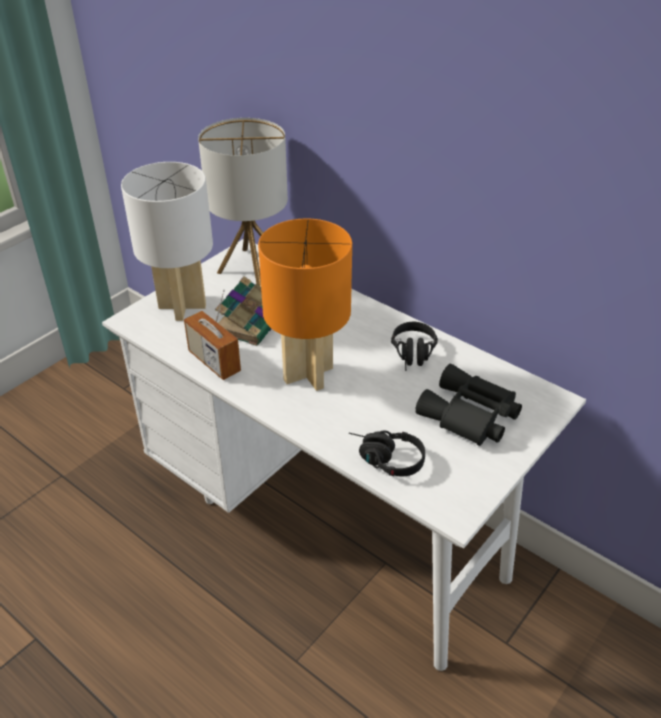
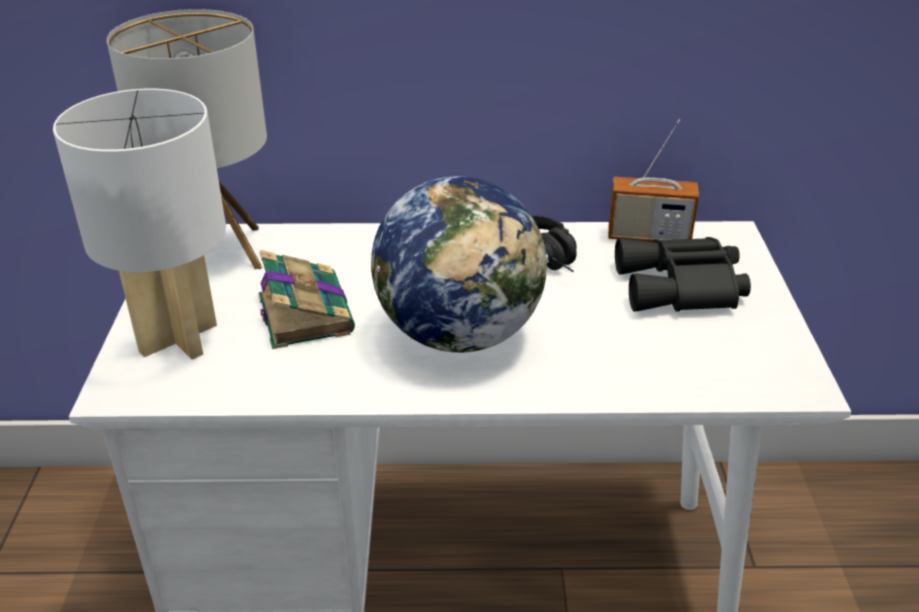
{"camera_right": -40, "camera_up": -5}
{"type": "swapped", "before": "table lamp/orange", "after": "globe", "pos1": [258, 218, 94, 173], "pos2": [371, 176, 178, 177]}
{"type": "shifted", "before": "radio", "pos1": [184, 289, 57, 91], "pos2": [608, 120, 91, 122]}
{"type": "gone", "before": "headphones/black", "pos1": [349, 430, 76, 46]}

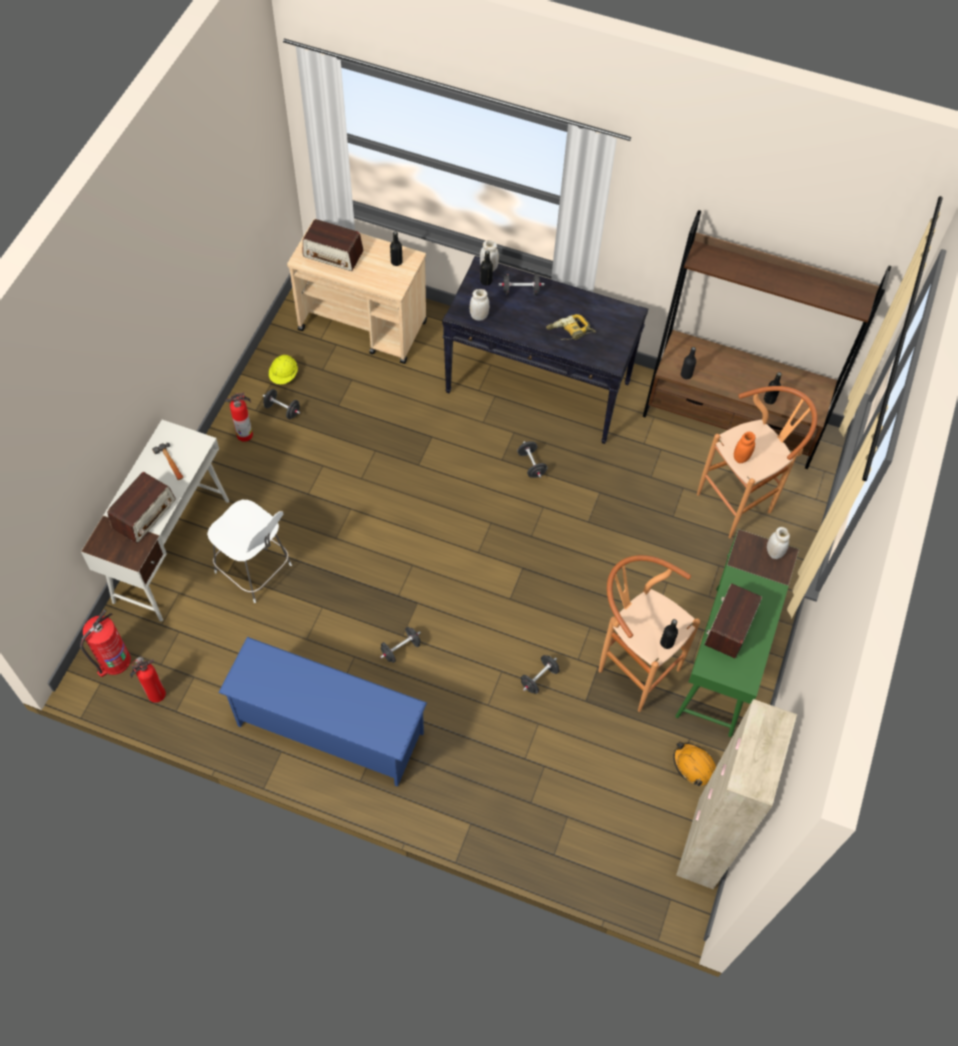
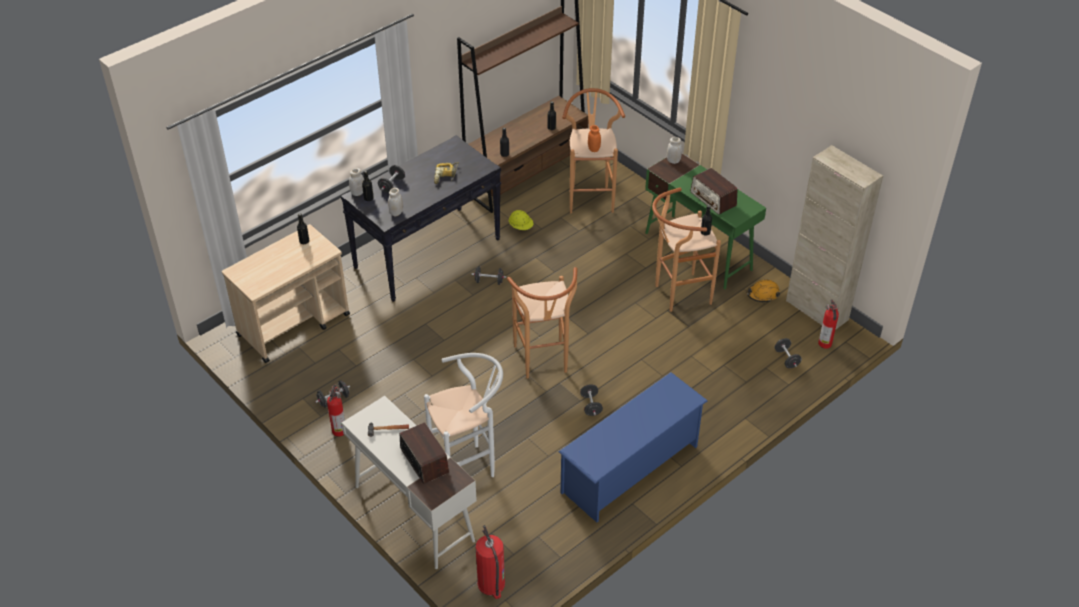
{"camera_right": -60, "camera_up": -15}
{"type": "gone", "before": "radio", "pos1": [303, 219, 60, 52]}
{"type": "shifted", "before": "hard hat/yellow", "pos1": [269, 355, 29, 30], "pos2": [509, 210, 24, 20]}
{"type": "swapped", "before": "chair/white", "after": "stool/white", "pos1": [207, 500, 85, 103], "pos2": [424, 353, 79, 124]}
{"type": "shifted", "before": "dumbbell/black", "pos1": [521, 655, 38, 39], "pos2": [774, 338, 28, 30]}
{"type": "shifted", "before": "fire extinguisher", "pos1": [130, 657, 36, 46], "pos2": [818, 300, 21, 49]}
{"type": "new", "after": "stool/brown", "pos2": [507, 267, 70, 112]}

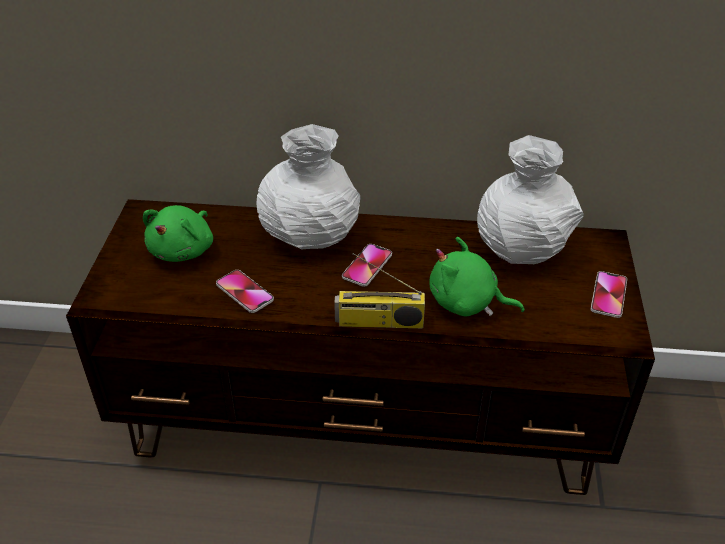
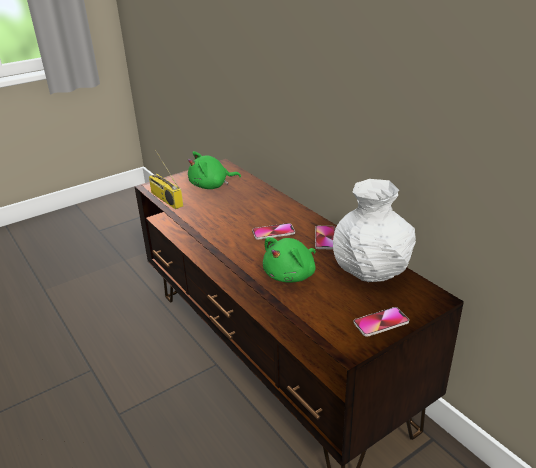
{"camera_right": 50, "camera_up": -10}
{"type": "gone", "before": "vase/white", "pos1": [257, 124, 103, 125]}
{"type": "rotated", "before": "plush toy/green", "pos1": [429, 237, 95, 80], "pos2": [263, 237, 53, 46], "turn": -120}
{"type": "shifted", "before": "radio", "pos1": [334, 253, 91, 75], "pos2": [149, 149, 34, 60]}
{"type": "shifted", "before": "phone", "pos1": [216, 270, 58, 43], "pos2": [315, 226, 20, 23]}

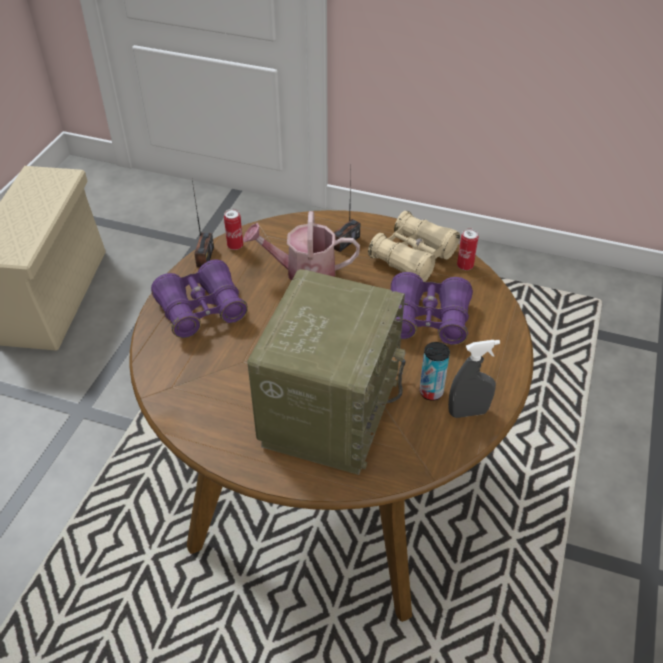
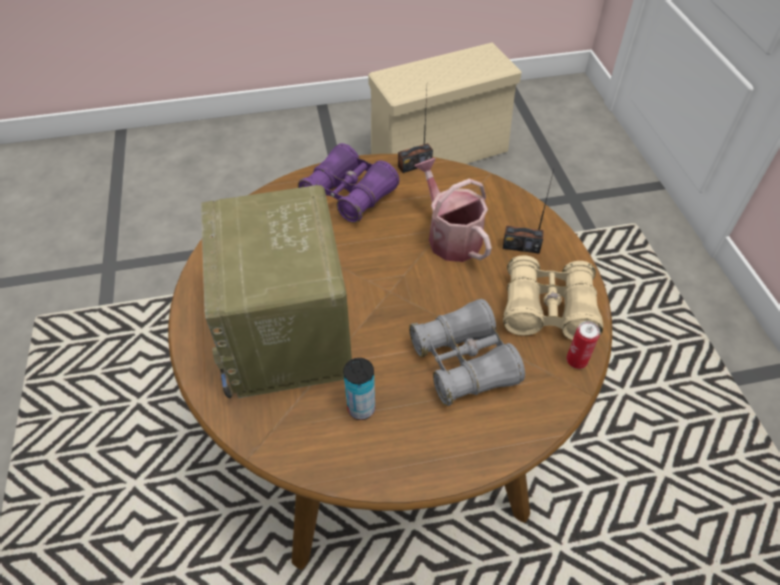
{"camera_right": 60, "camera_up": 5}
{"type": "gone", "before": "can", "pos1": [224, 209, 19, 41]}
{"type": "rotated", "before": "radio", "pos1": [247, 269, 159, 206], "pos2": [201, 185, 151, 213], "turn": 90}
{"type": "repainted", "before": "binoculars/purple", "after": "binoculars/grey", "pos1": [391, 272, 82, 73], "pos2": [409, 299, 116, 107]}
{"type": "gone", "before": "spray bottle/grey", "pos1": [448, 340, 52, 78]}

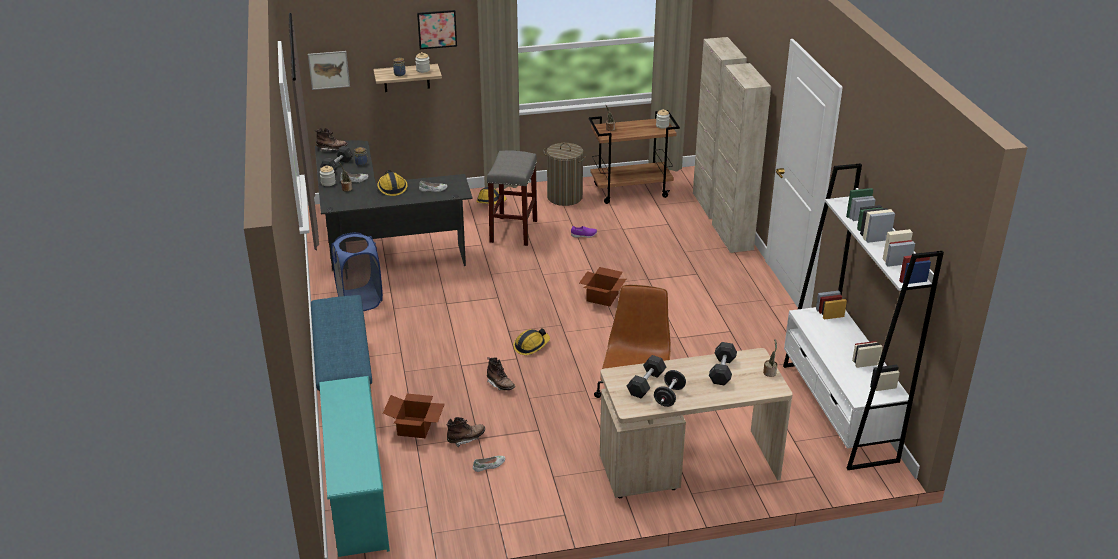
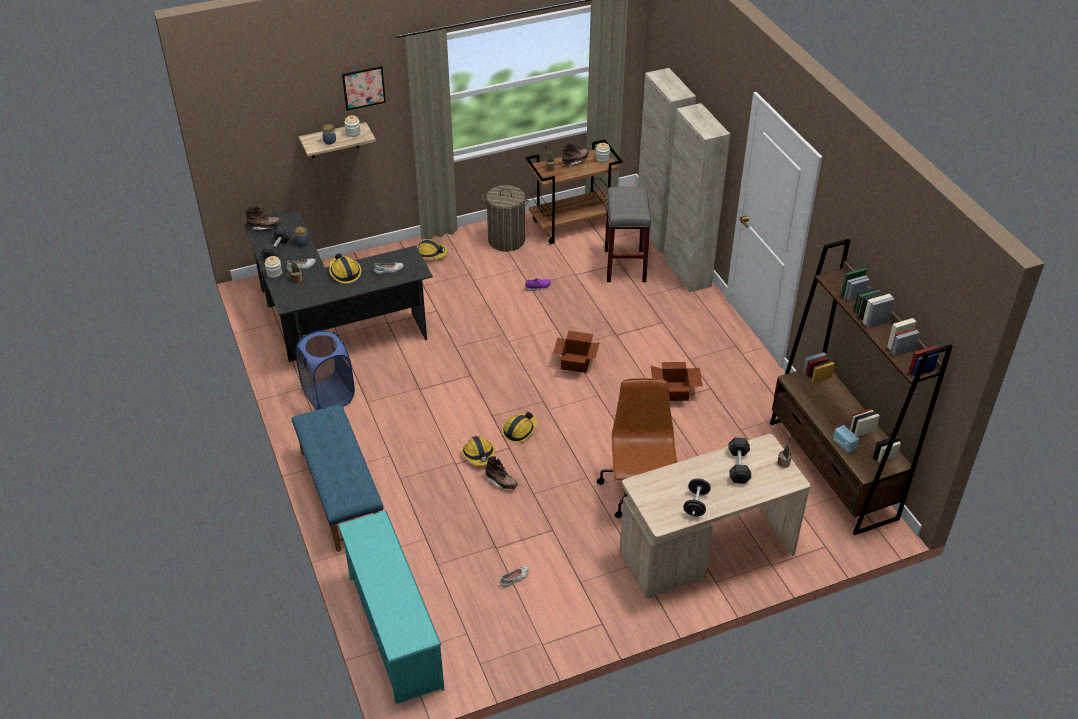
{"camera_right": -10, "camera_up": 10}
{"type": "gone", "before": "picture", "pos1": [308, 51, 42, 39]}
{"type": "shifted", "before": "stool/grey", "pos1": [487, 150, 50, 96], "pos2": [605, 186, 46, 96]}
{"type": "repainted", "before": "bookcase/white", "after": "bookcase/brown", "pos1": [783, 163, 161, 307], "pos2": [770, 239, 183, 296]}
{"type": "gone", "before": "dumbbell/grey", "pos1": [627, 355, 39, 43]}
{"type": "shifted", "before": "cardboard box", "pos1": [383, 393, 62, 45], "pos2": [651, 362, 52, 39]}
{"type": "shifted", "before": "boot/brown", "pos1": [446, 417, 39, 30], "pos2": [562, 143, 27, 24]}
{"type": "new", "after": "radio", "pos2": [833, 425, 26, 28]}
{"type": "new", "after": "hard hat", "pos2": [461, 436, 34, 30]}

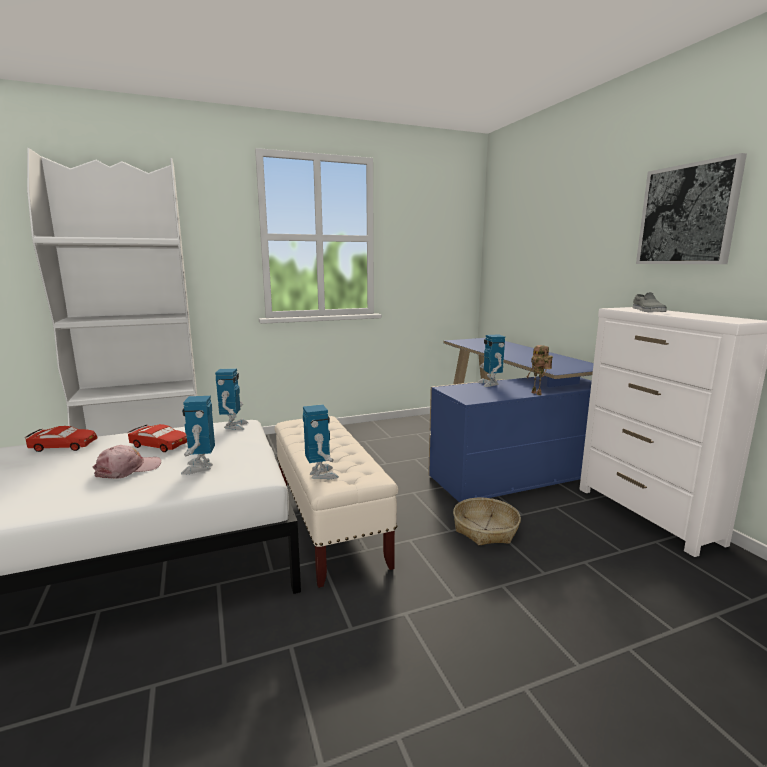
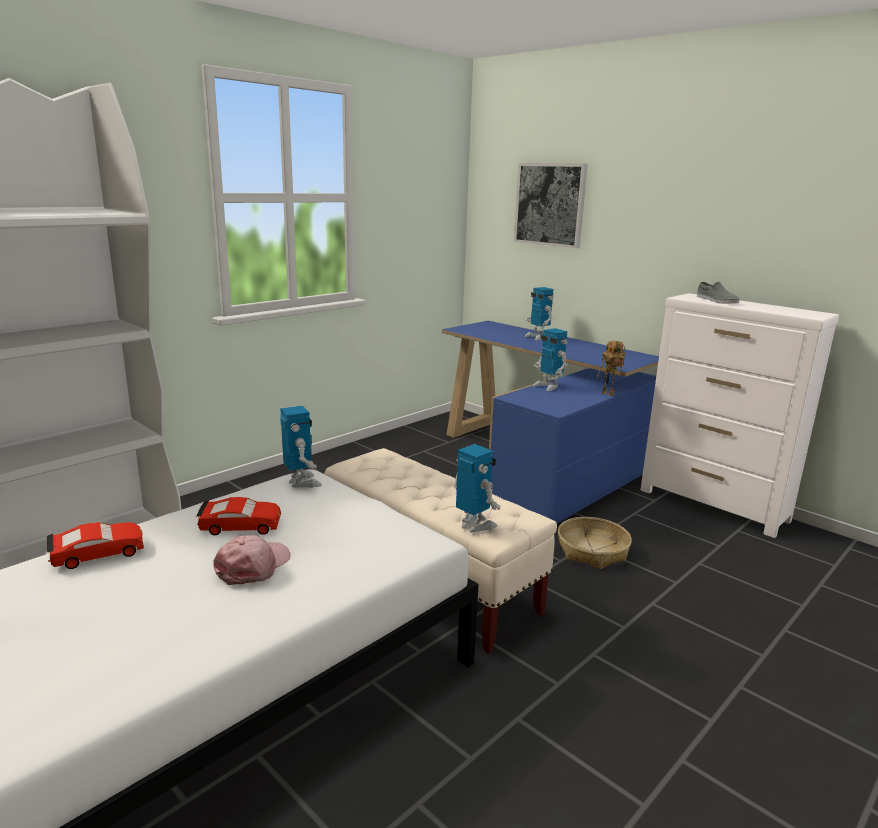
{"camera_right": -25, "camera_up": 5}
{"type": "shifted", "before": "picture", "pos1": [636, 153, 111, 111], "pos2": [514, 163, 74, 85]}
{"type": "shifted", "before": "toy robot", "pos1": [181, 396, 34, 79], "pos2": [524, 287, 30, 53]}

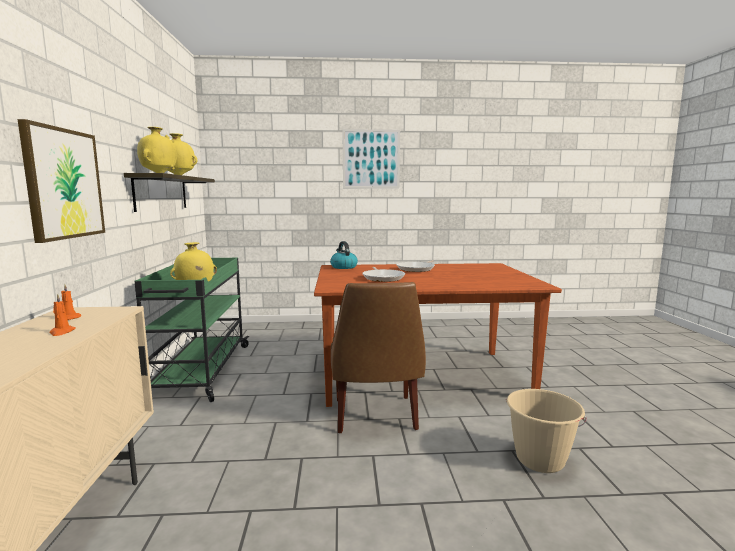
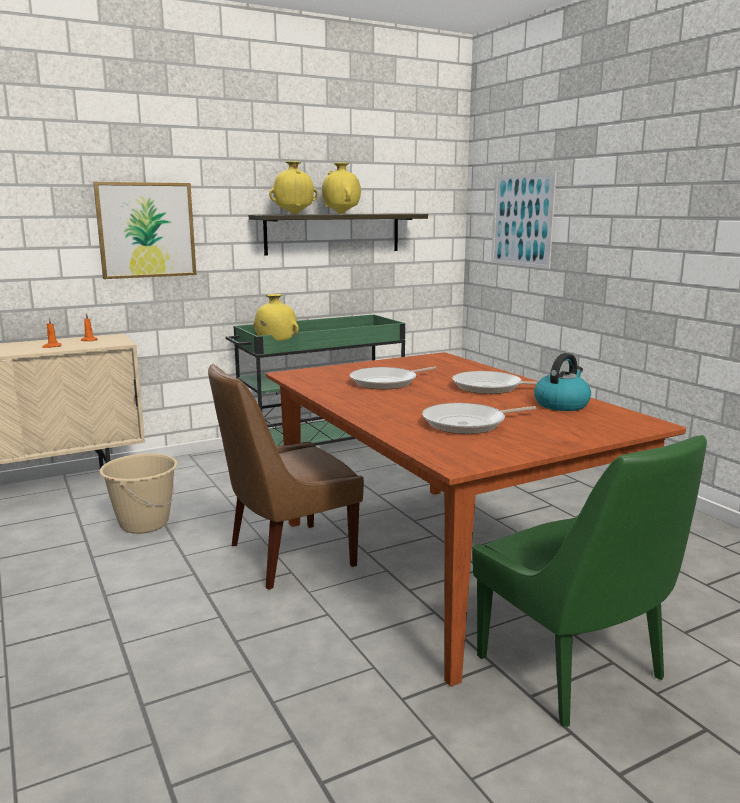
{"camera_right": 65, "camera_up": 5}
{"type": "shifted", "before": "picture", "pos1": [342, 129, 58, 59], "pos2": [491, 172, 66, 97]}
{"type": "shifted", "before": "kettle", "pos1": [330, 241, 28, 28], "pos2": [534, 353, 57, 58]}
{"type": "shifted", "before": "bucket/beige", "pos1": [506, 389, 81, 84], "pos2": [99, 454, 79, 80]}
{"type": "new", "after": "frying pan", "pos2": [422, 403, 114, 31]}
{"type": "new", "after": "chair/green", "pos2": [472, 435, 235, 292]}

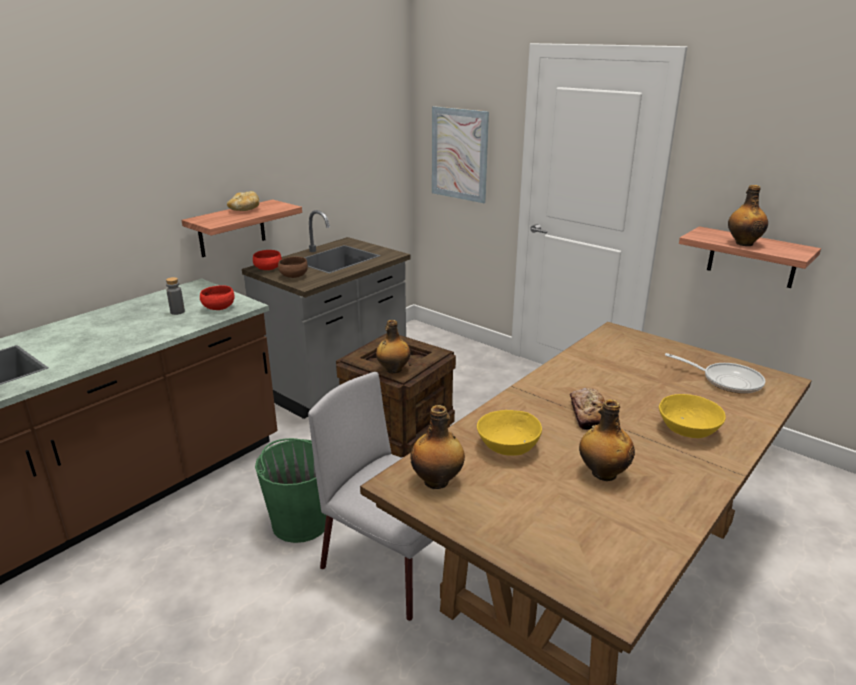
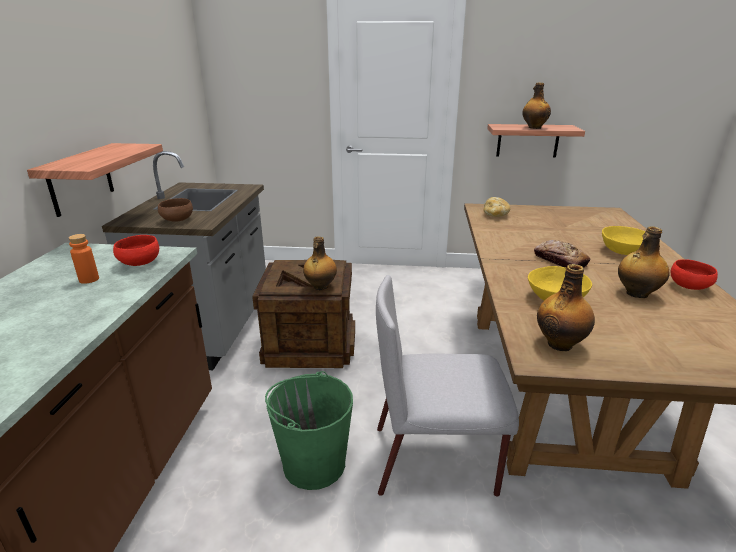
{"camera_right": -35, "camera_up": 0}
{"type": "gone", "before": "picture", "pos1": [432, 106, 57, 97]}
{"type": "shifted", "before": "bread", "pos1": [227, 191, 32, 20], "pos2": [483, 197, 28, 20]}
{"type": "shifted", "before": "bowl/red", "pos1": [253, 250, 29, 20], "pos2": [670, 259, 48, 31]}
{"type": "repainted", "before": "bottle/grey", "after": "bottle/orange", "pos1": [166, 277, 19, 38], "pos2": [68, 234, 31, 50]}
{"type": "gone", "before": "frying pan", "pos1": [665, 353, 100, 41]}

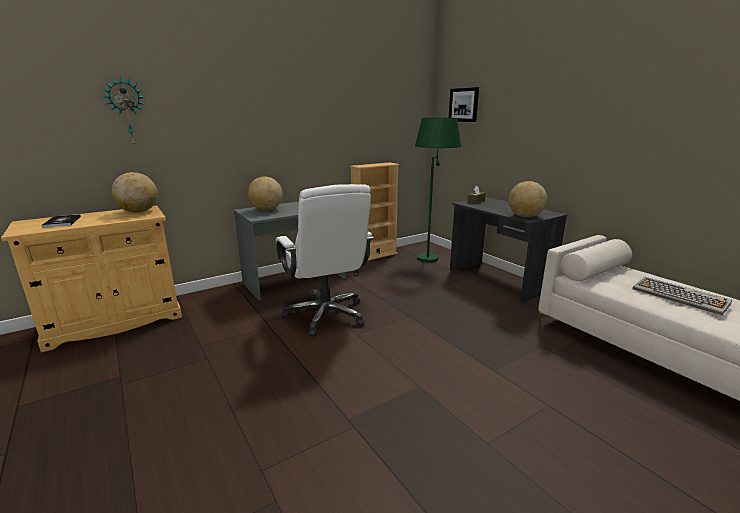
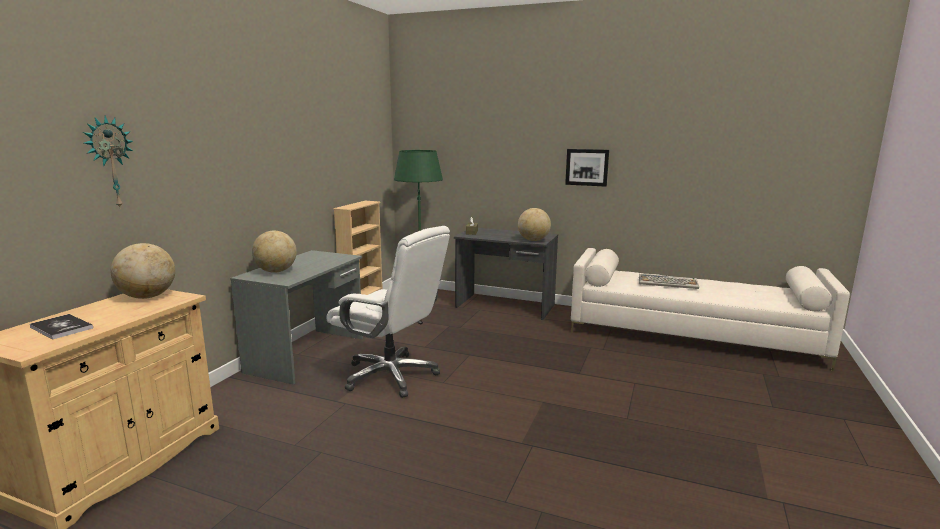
{"camera_right": -35, "camera_up": -5}
{"type": "shifted", "before": "picture", "pos1": [449, 87, 30, 35], "pos2": [565, 149, 44, 38]}

